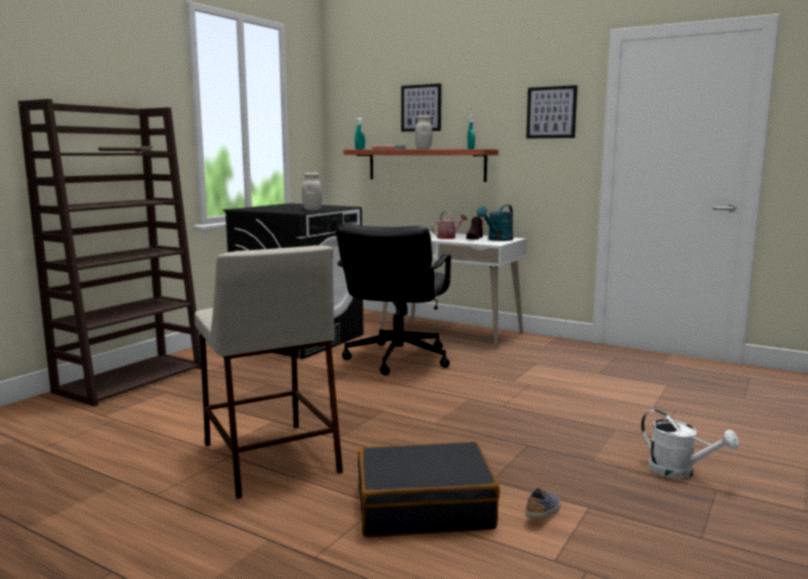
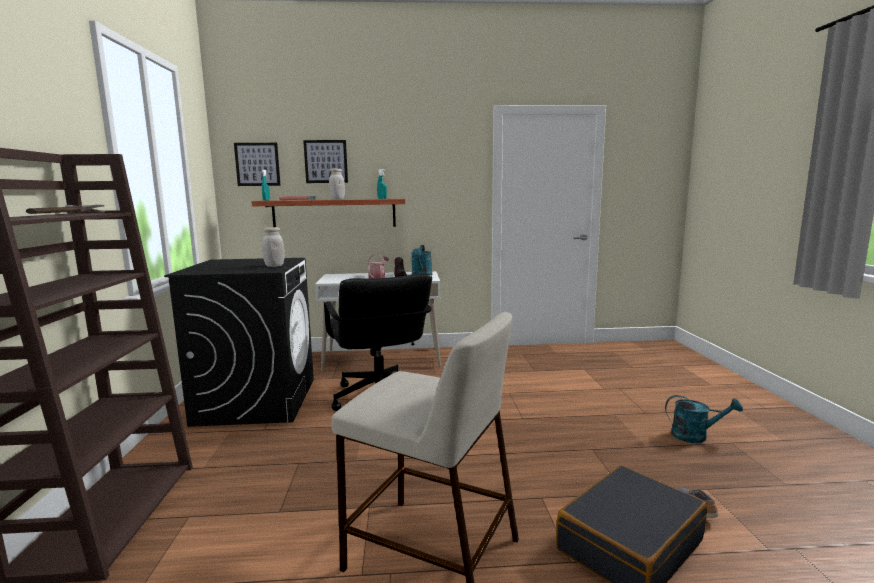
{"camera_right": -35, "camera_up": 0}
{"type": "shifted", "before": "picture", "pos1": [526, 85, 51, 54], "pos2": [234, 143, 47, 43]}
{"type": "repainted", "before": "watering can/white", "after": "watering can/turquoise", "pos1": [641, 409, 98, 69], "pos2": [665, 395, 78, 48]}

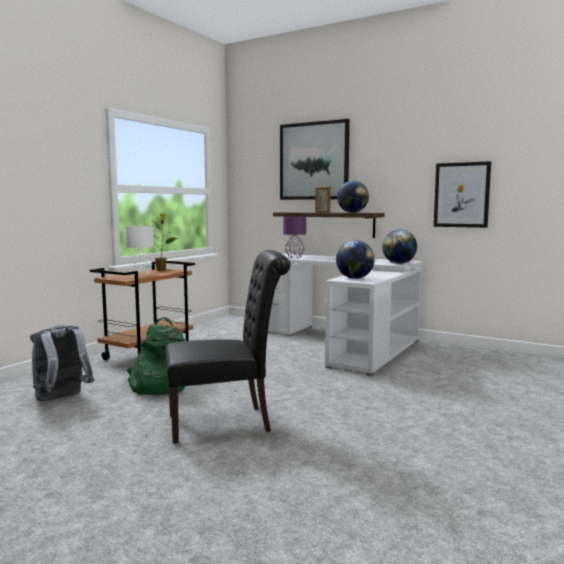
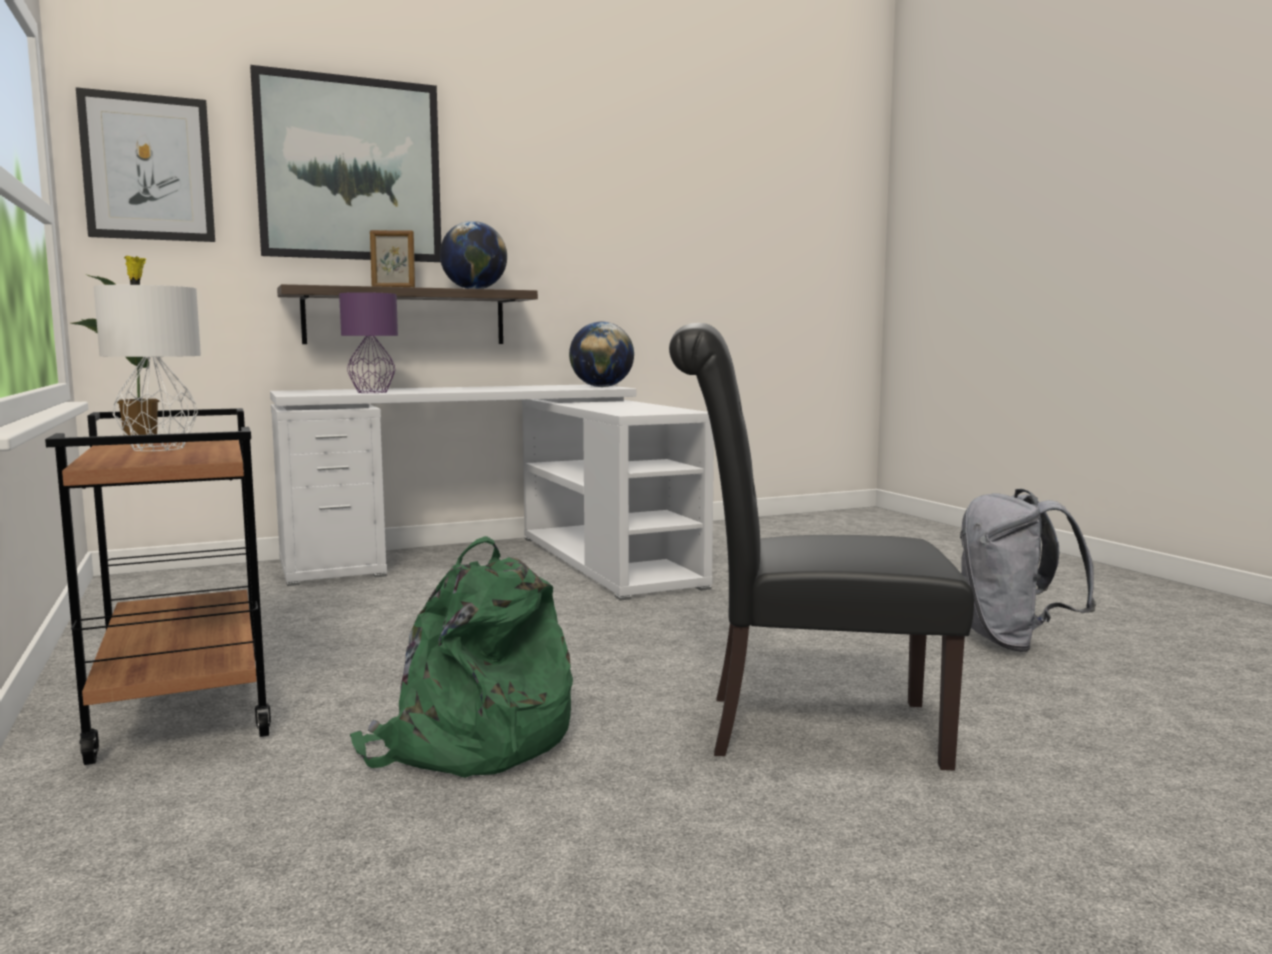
{"camera_right": -55, "camera_up": 0}
{"type": "shifted", "before": "picture", "pos1": [434, 161, 57, 67], "pos2": [76, 87, 139, 155]}
{"type": "gone", "before": "globe", "pos1": [336, 240, 39, 39]}
{"type": "rotated", "before": "chair/black", "pos1": [165, 250, 125, 194], "pos2": [669, 323, 305, 448], "turn": -105}
{"type": "shifted", "before": "backpack/grey", "pos1": [30, 325, 64, 76], "pos2": [960, 489, 136, 163]}

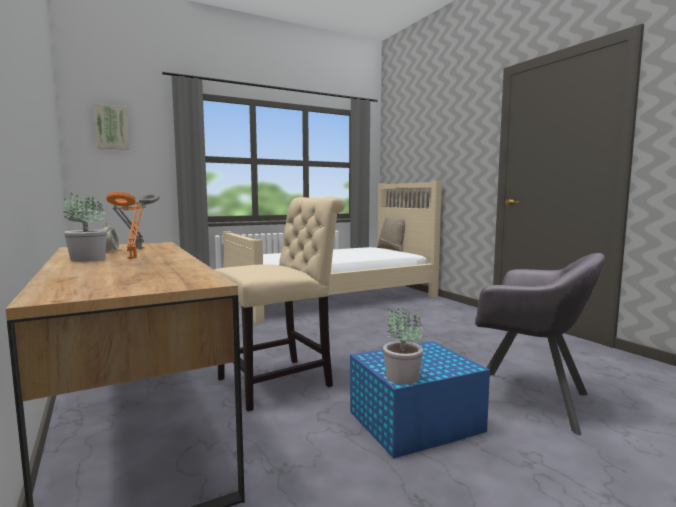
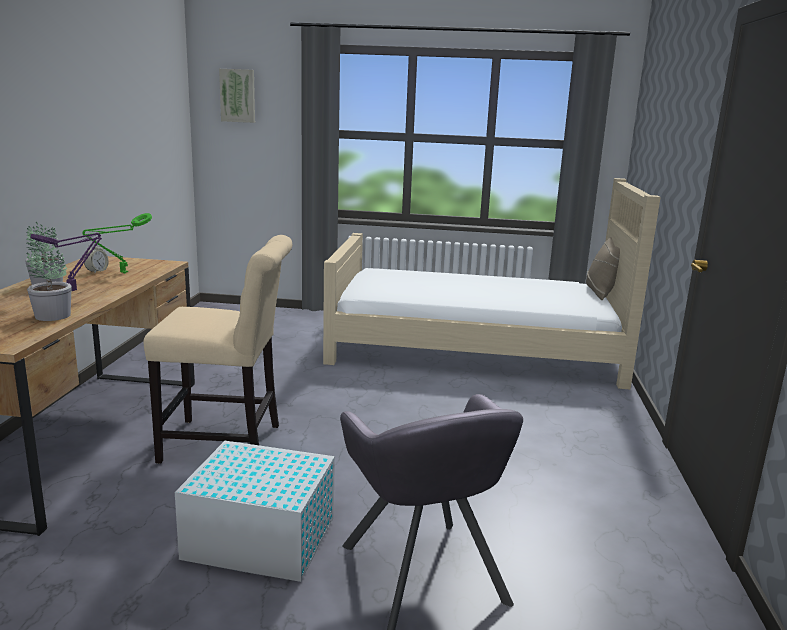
{"camera_right": 35, "camera_up": 10}
{"type": "repainted", "before": "table lamp/orange", "after": "table lamp/purple", "pos1": [106, 192, 37, 67], "pos2": [30, 233, 72, 58]}
{"type": "repainted", "before": "table lamp/grey", "after": "table lamp/green", "pos1": [112, 193, 48, 56], "pos2": [82, 213, 70, 60]}
{"type": "shifted", "before": "potted plant", "pos1": [383, 308, 40, 76], "pos2": [26, 244, 46, 77]}
{"type": "repainted", "before": "storage box/blue", "after": "storage box/white", "pos1": [350, 341, 140, 117], "pos2": [175, 441, 160, 141]}

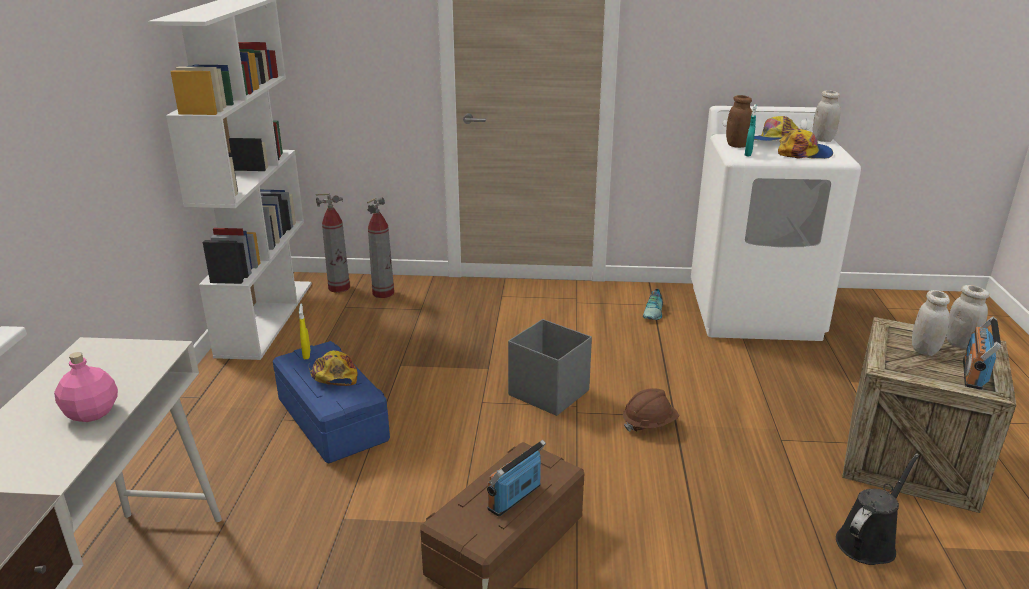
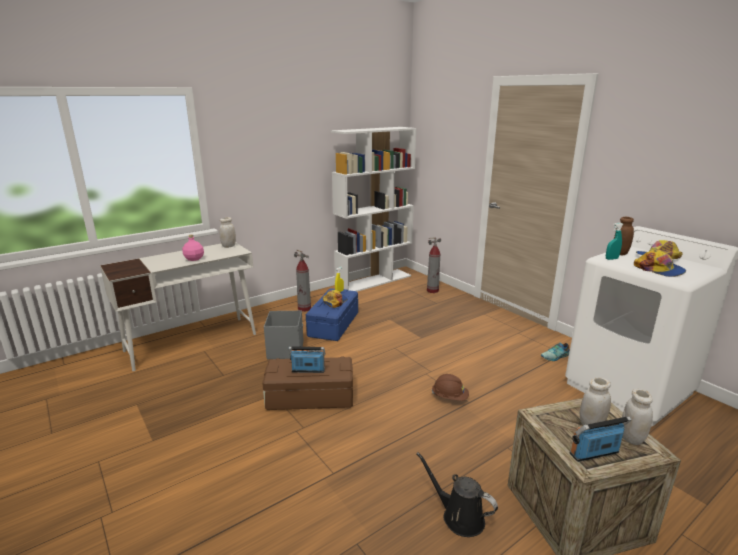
{"camera_right": 50, "camera_up": -5}
{"type": "shifted", "before": "jar/white", "pos1": [813, 90, 27, 52], "pos2": [219, 217, 17, 31]}
{"type": "shifted", "before": "fire extinguisher", "pos1": [316, 193, 34, 100], "pos2": [294, 250, 17, 62]}
{"type": "shifted", "before": "storage box/grey", "pos1": [508, 319, 84, 97], "pos2": [264, 310, 40, 50]}
{"type": "rotated", "before": "watering can/black", "pos1": [836, 454, 84, 111], "pos2": [416, 452, 82, 85], "turn": -150}

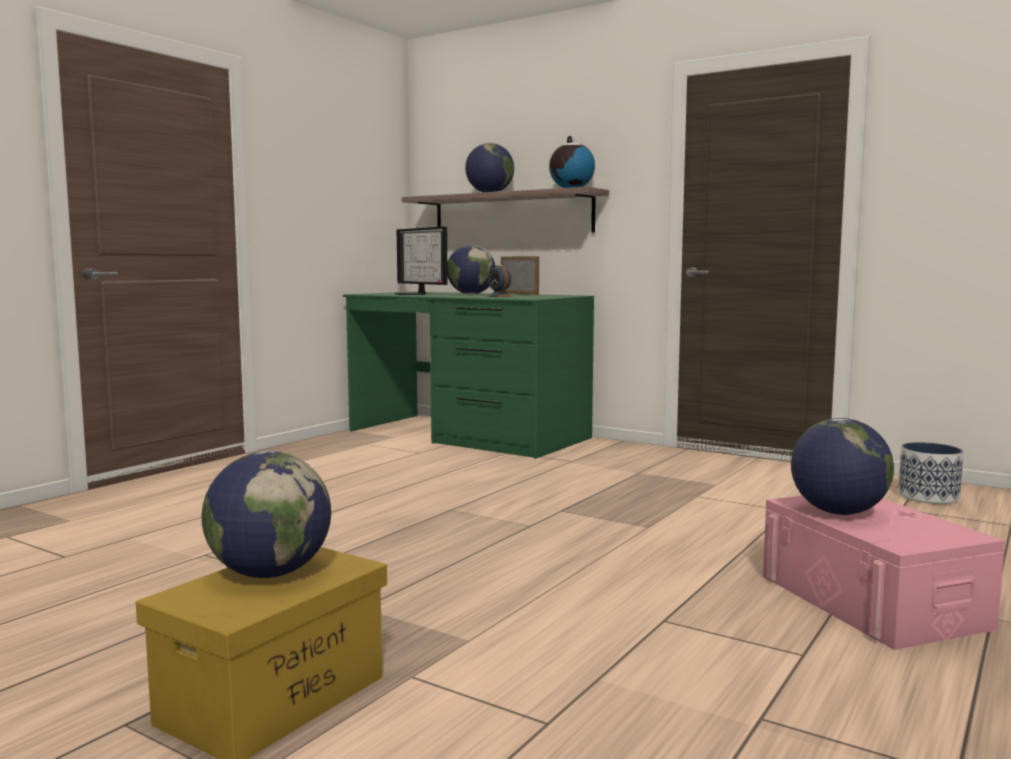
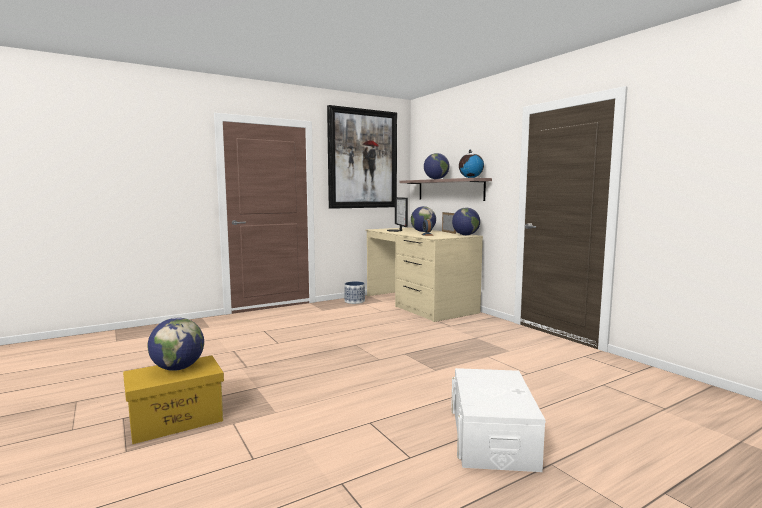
{"camera_right": 25, "camera_up": 0}
{"type": "repainted", "before": "desk/green", "after": "desk/beige", "pos1": [343, 292, 251, 167], "pos2": [365, 227, 118, 95]}
{"type": "shifted", "before": "globe", "pos1": [791, 418, 103, 97], "pos2": [452, 208, 28, 27]}
{"type": "shifted", "before": "planter", "pos1": [898, 442, 65, 62], "pos2": [344, 281, 21, 23]}
{"type": "repainted", "before": "storage box/pink", "after": "storage box/white", "pos1": [763, 496, 242, 154], "pos2": [451, 368, 95, 104]}
{"type": "new", "after": "picture", "pos2": [327, 105, 70, 104]}

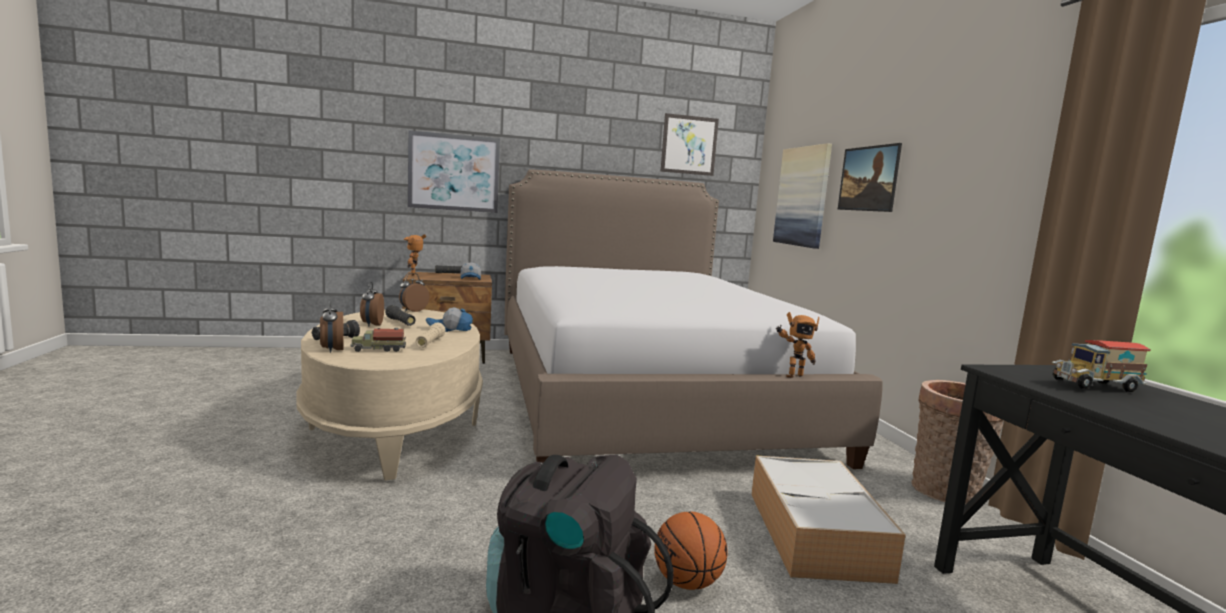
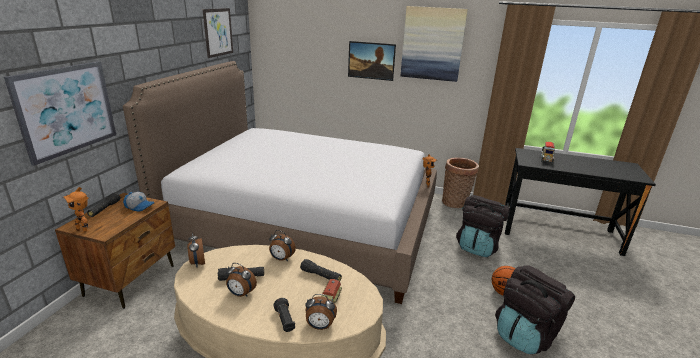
{"camera_right": -60, "camera_up": 15}
{"type": "shifted", "before": "picture", "pos1": [773, 143, 59, 106], "pos2": [401, 6, 67, 76]}
{"type": "swapped", "before": "cap", "after": "alarm clock", "pos1": [426, 307, 47, 25], "pos2": [269, 230, 27, 31]}
{"type": "repainted", "before": "flashlight/beige", "after": "flashlight/black", "pos1": [416, 323, 30, 25], "pos2": [300, 259, 42, 22]}
{"type": "swapped", "before": "storage box", "after": "backpack/black", "pos1": [751, 455, 155, 129], "pos2": [456, 195, 54, 62]}

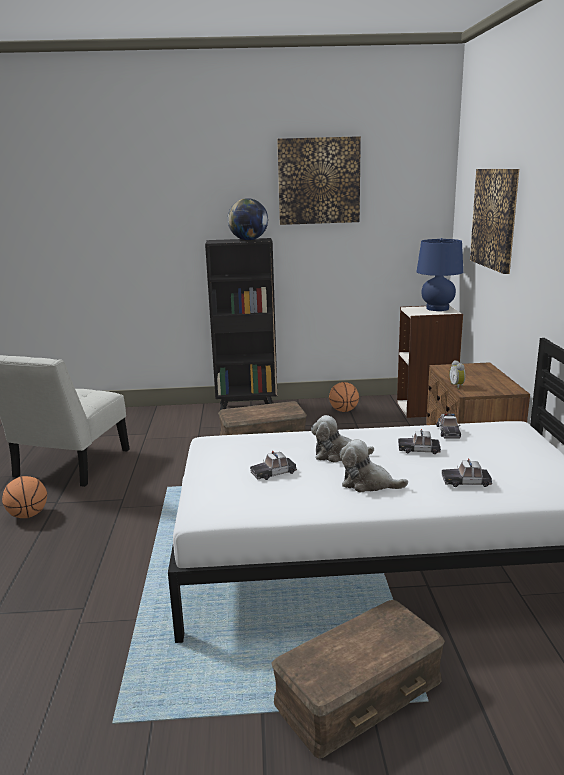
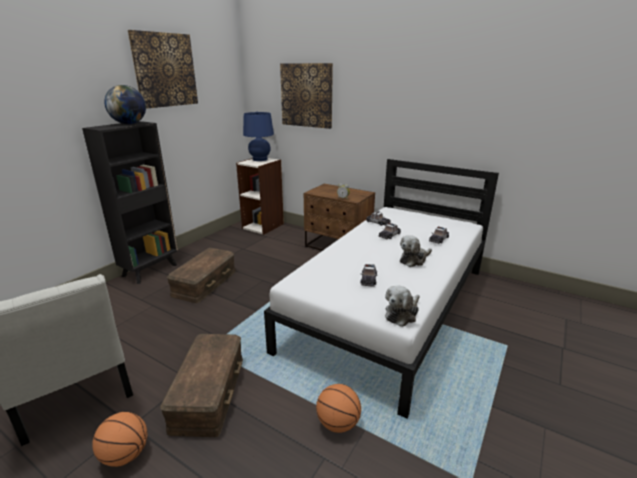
{"camera_right": -55, "camera_up": 5}
{"type": "shifted", "before": "basketball", "pos1": [329, 382, 30, 30], "pos2": [316, 384, 45, 49]}
{"type": "shifted", "before": "plush toy", "pos1": [311, 415, 63, 48], "pos2": [385, 285, 34, 42]}
{"type": "shifted", "before": "storage box/brown", "pos1": [272, 600, 173, 159], "pos2": [160, 334, 83, 103]}

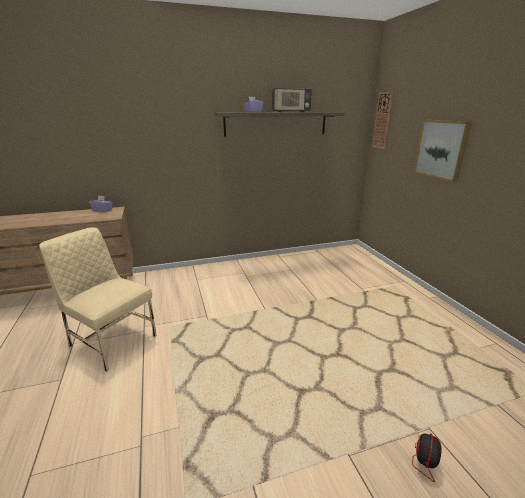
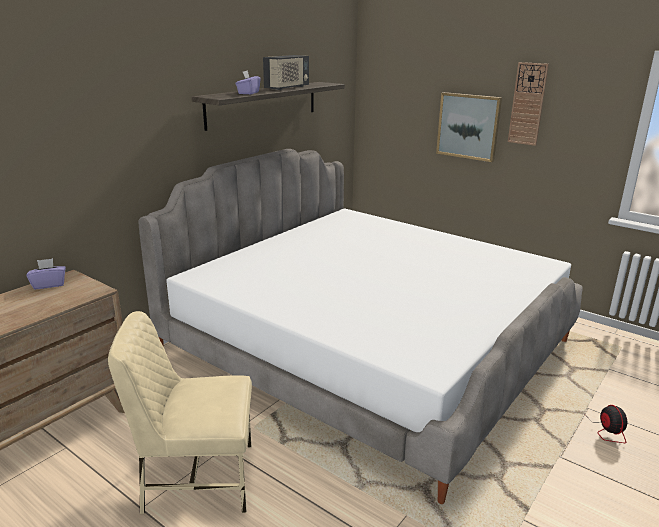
{"camera_right": -35, "camera_up": 0}
{"type": "shifted", "before": "wall clock", "pos1": [372, 92, 21, 57], "pos2": [508, 62, 41, 84]}
{"type": "new", "after": "bed", "pos2": [138, 149, 445, 355]}

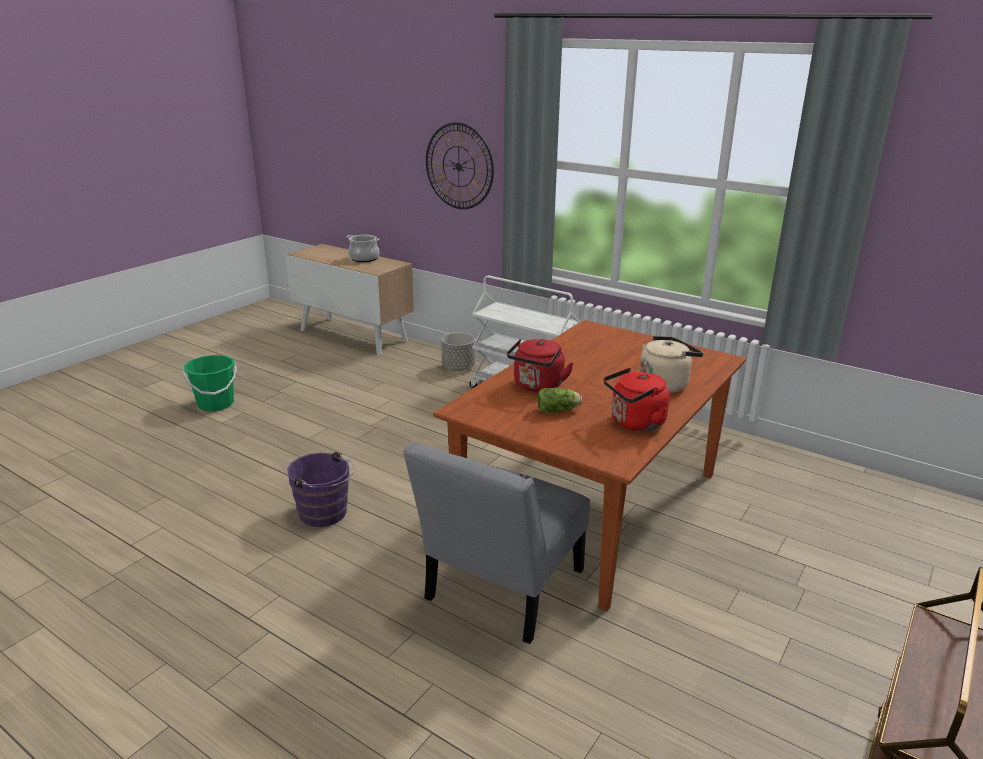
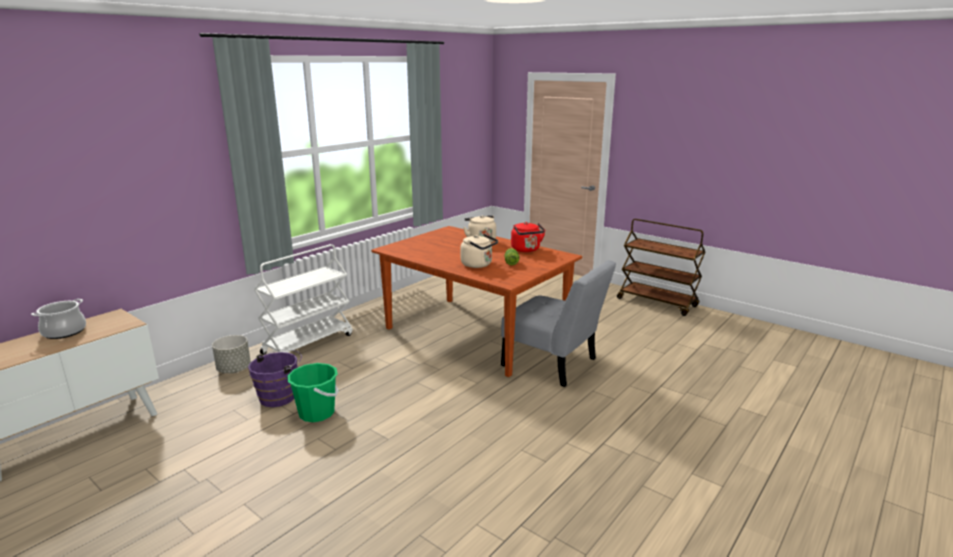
{"camera_right": -85, "camera_up": -5}
{"type": "gone", "before": "wall clock", "pos1": [426, 122, 68, 87]}
{"type": "repainted", "before": "kettle/red", "after": "kettle/beige", "pos1": [507, 339, 67, 53], "pos2": [460, 234, 38, 34]}
{"type": "shifted", "before": "bucket/green", "pos1": [183, 355, 54, 57], "pos2": [287, 363, 52, 59]}
{"type": "shifted", "before": "bucket/purple", "pos1": [287, 452, 68, 75], "pos2": [248, 349, 54, 58]}

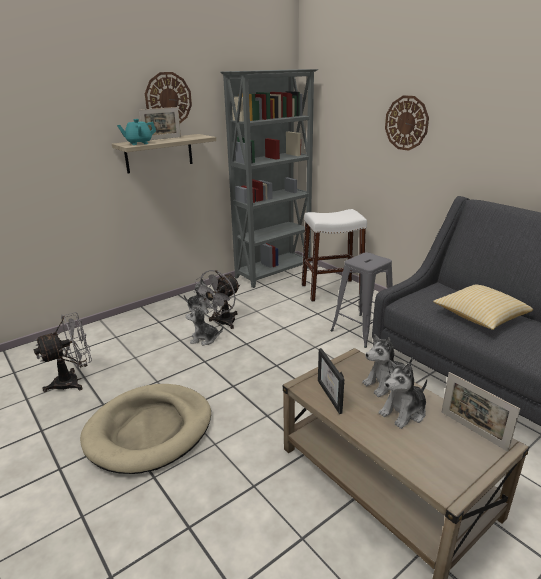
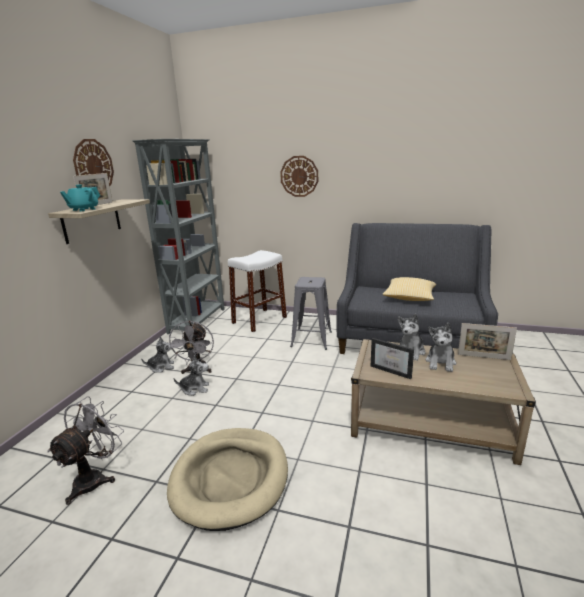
{"camera_right": -35, "camera_up": -5}
{"type": "rotated", "before": "plush toy", "pos1": [186, 305, 37, 41], "pos2": [174, 355, 35, 41], "turn": -150}

